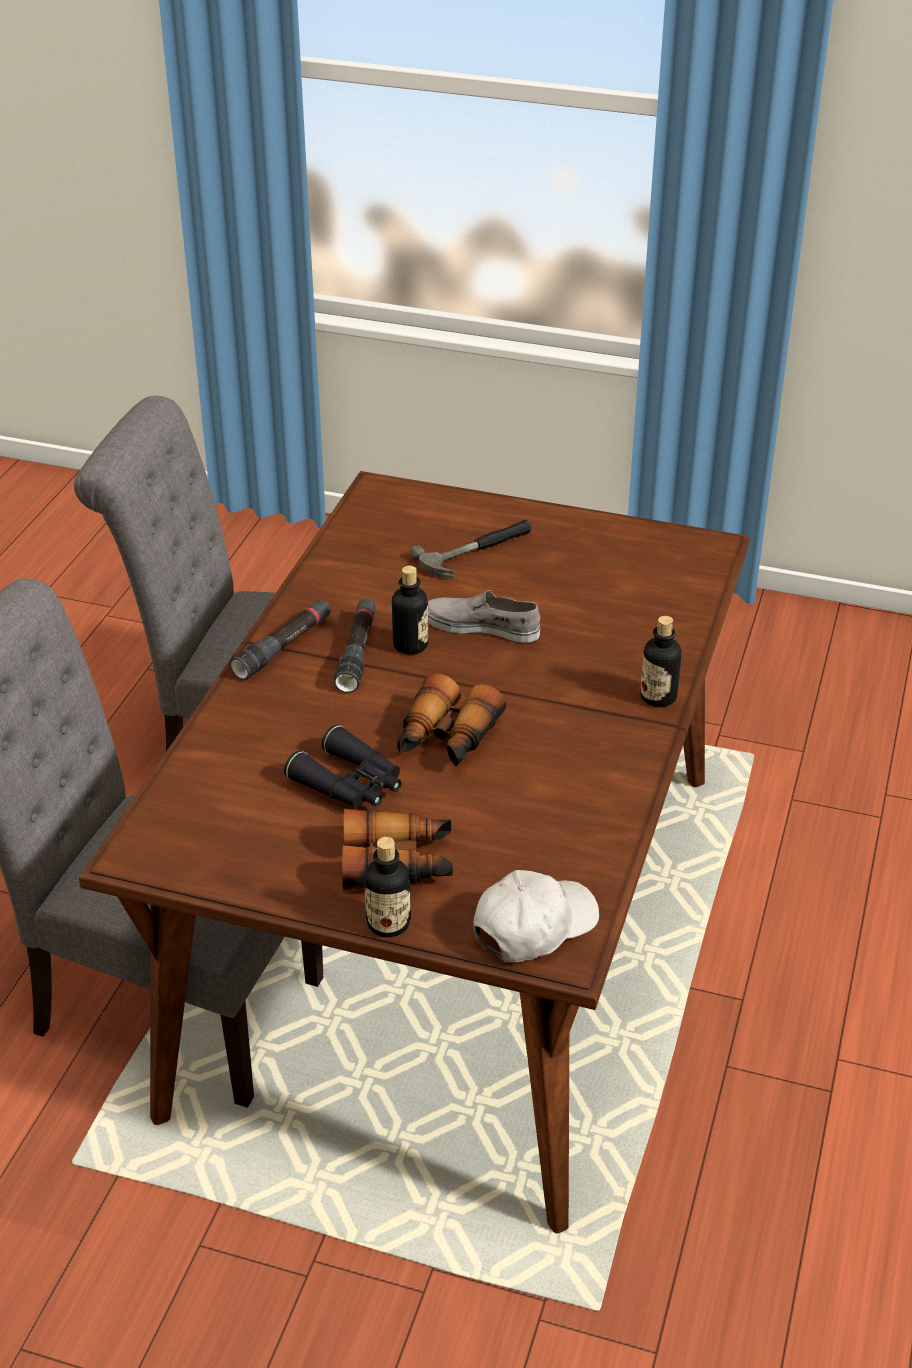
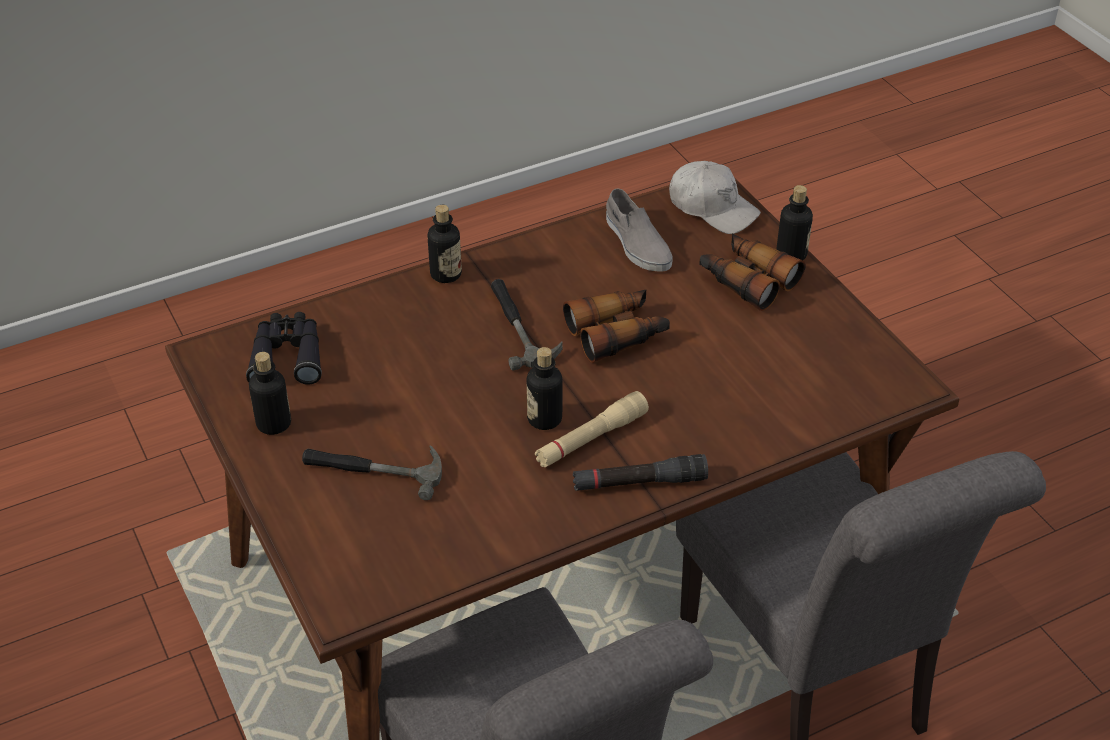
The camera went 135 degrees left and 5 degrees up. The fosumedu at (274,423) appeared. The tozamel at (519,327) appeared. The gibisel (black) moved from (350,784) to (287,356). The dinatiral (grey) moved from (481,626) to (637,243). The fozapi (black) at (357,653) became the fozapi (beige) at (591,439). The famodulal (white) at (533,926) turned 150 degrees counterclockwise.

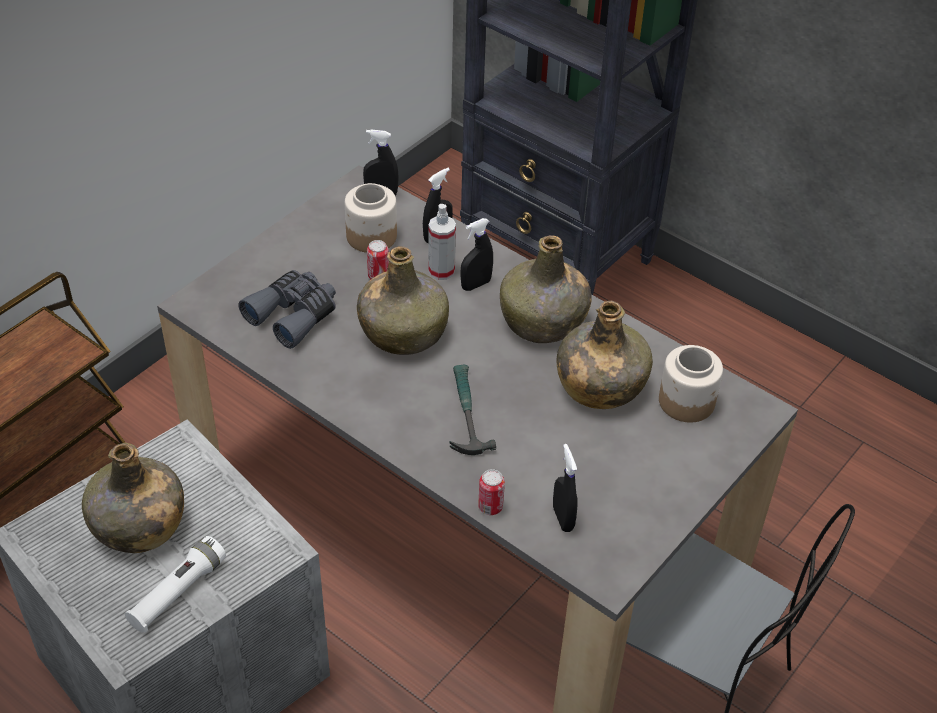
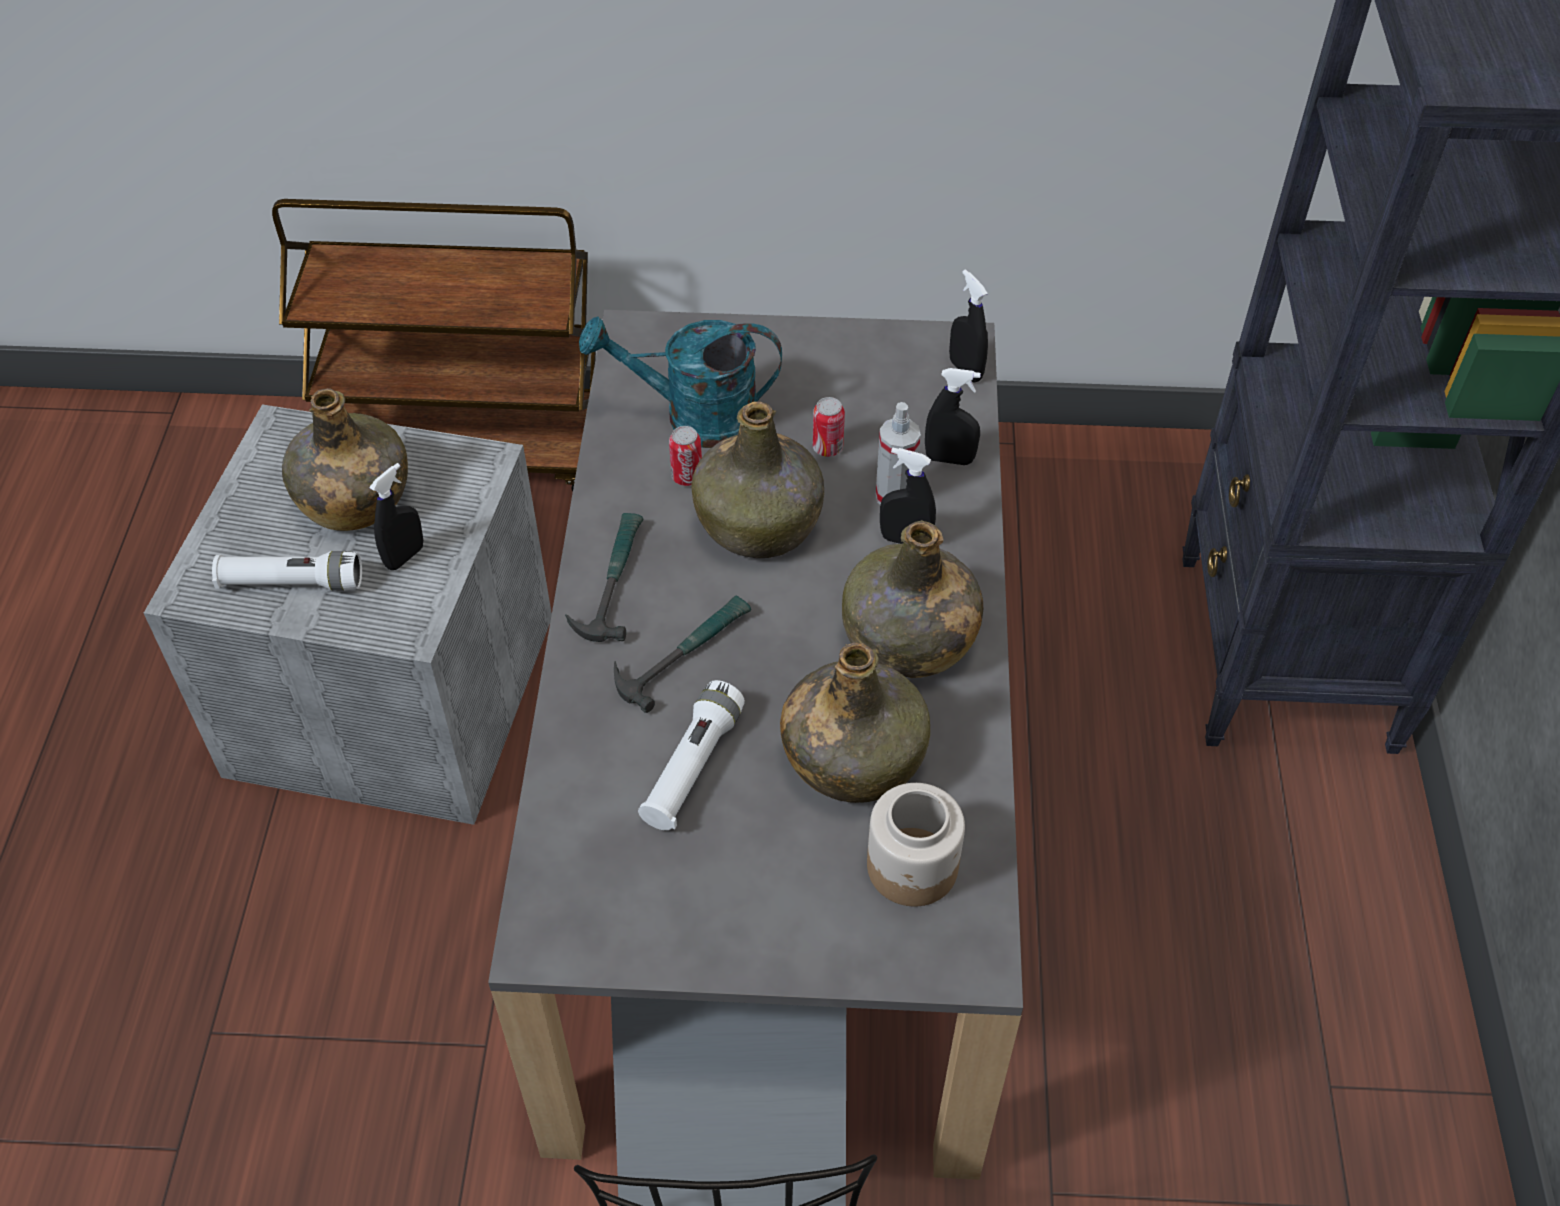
The camera went 55 degrees right and 5 degrees up. The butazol at (371,236) disappeared. The tozamel at (611,582) appeared. The fozapi (white) at (692,767) appeared. The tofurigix moved from (490,507) to (687,477). The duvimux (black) moved from (563,518) to (405,557). The gibisel (grey) at (294,315) was replaced by the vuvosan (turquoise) at (694,417).

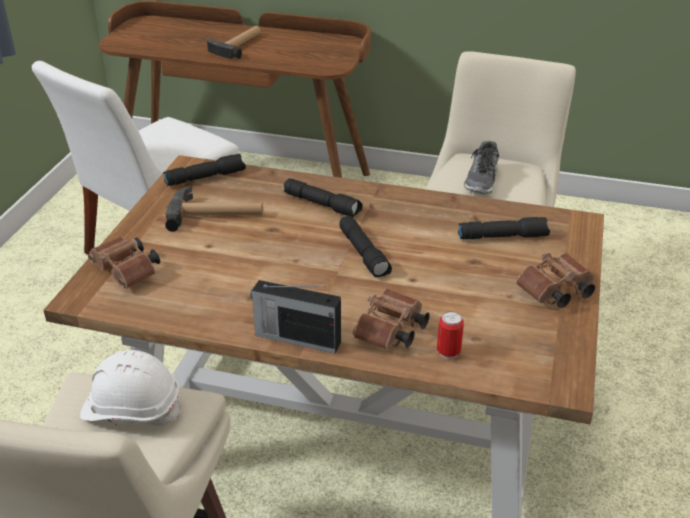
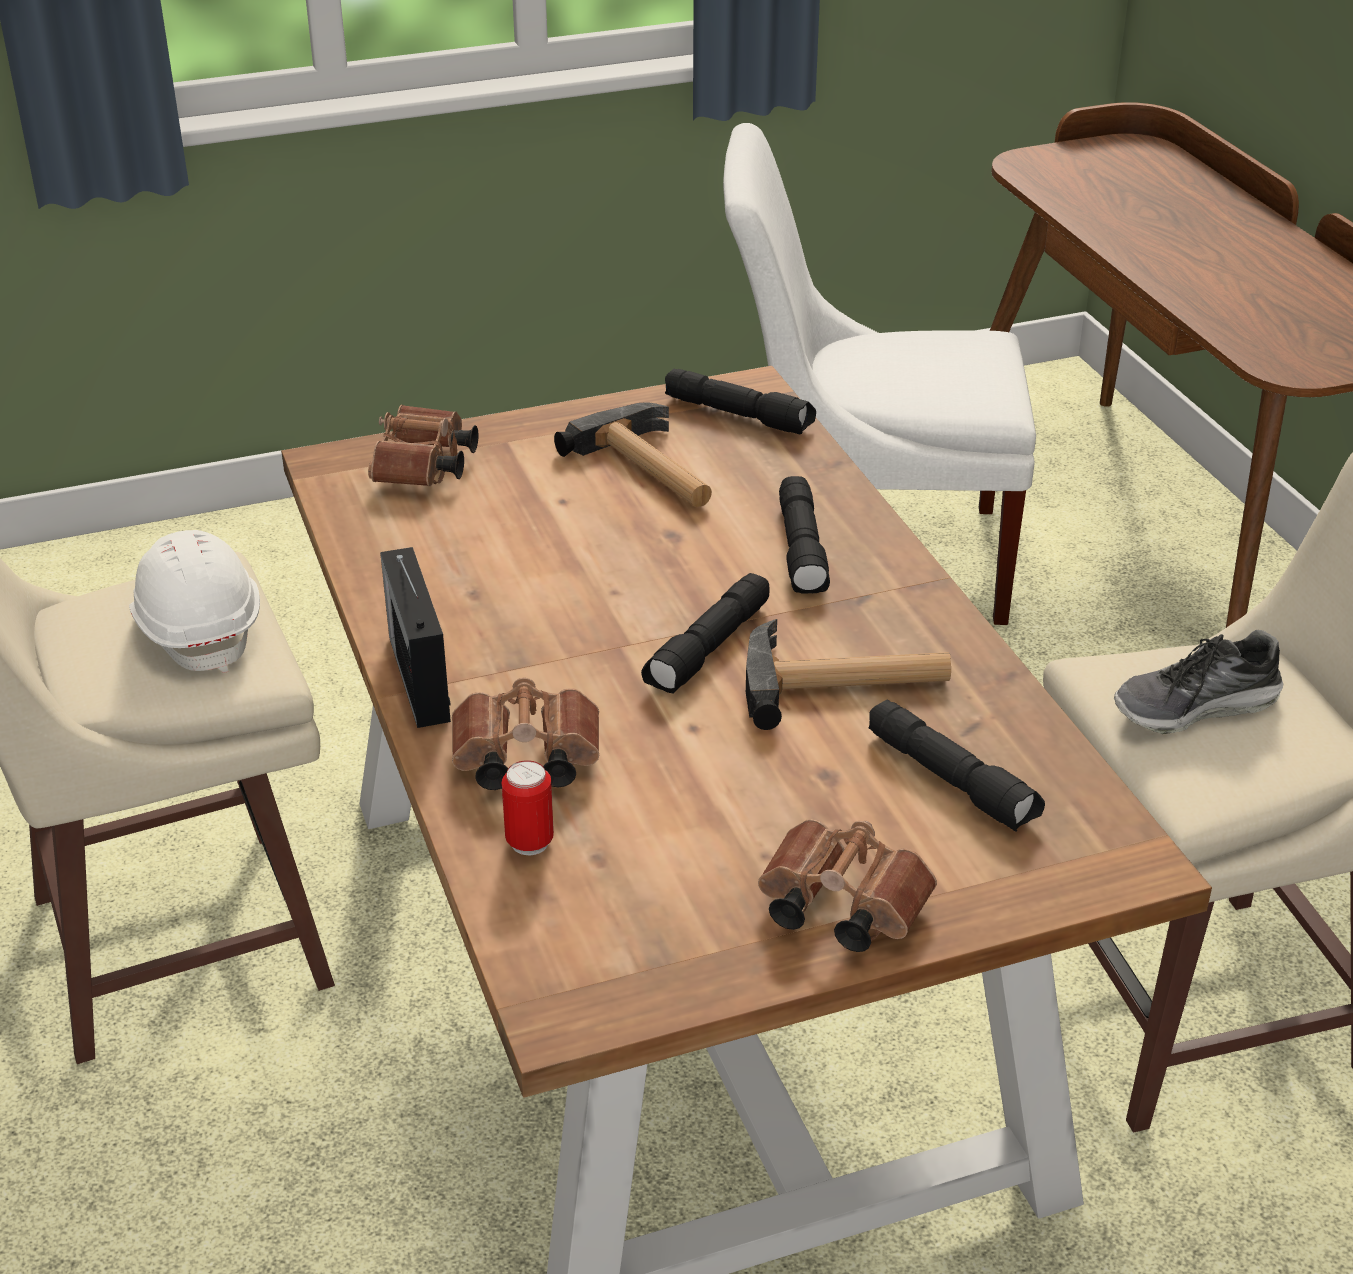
The camera went 55 degrees right and 0 degrees up. The tozamel moved from (238,45) to (846,683).

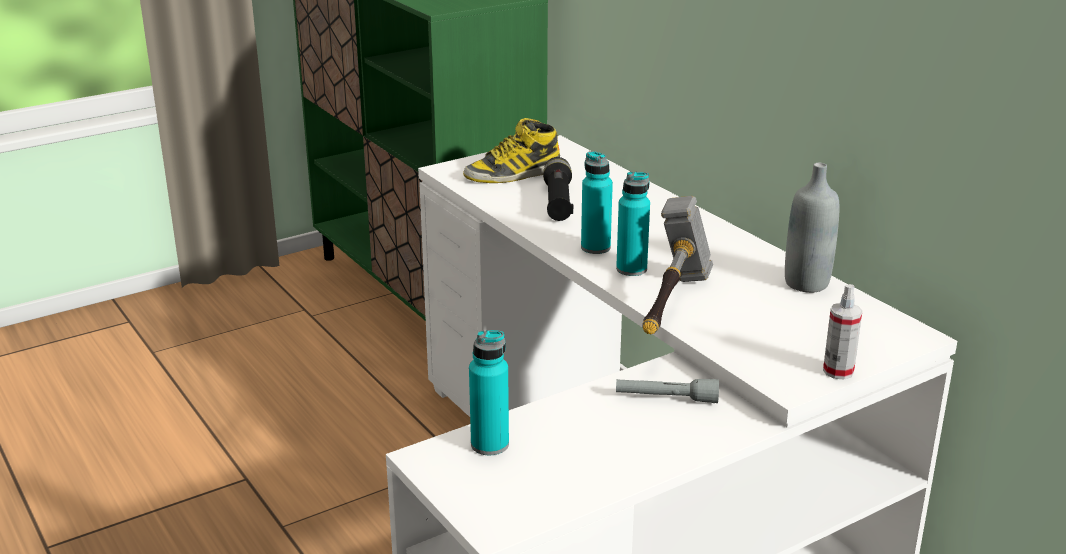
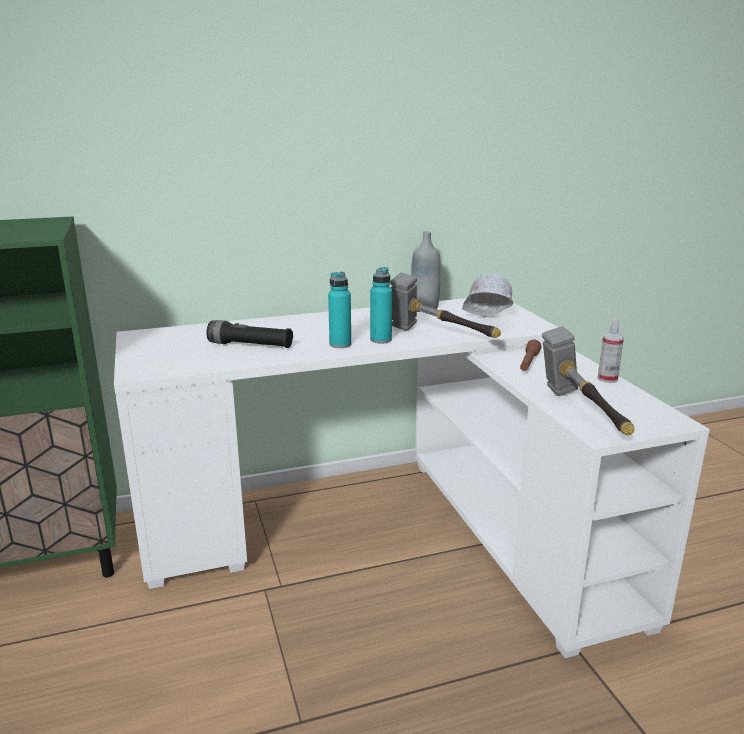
The camera went 75 degrees left and 5 degrees down. The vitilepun at (513,174) disappeared. The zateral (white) at (485,323) appeared. The duvimux moved from (838,371) to (607,379). The fosumedu (turquoise) at (490,444) was replaced by the tozamel at (582,414). The fozapi (grey) at (666,398) became the fozapi (brown) at (528,363).

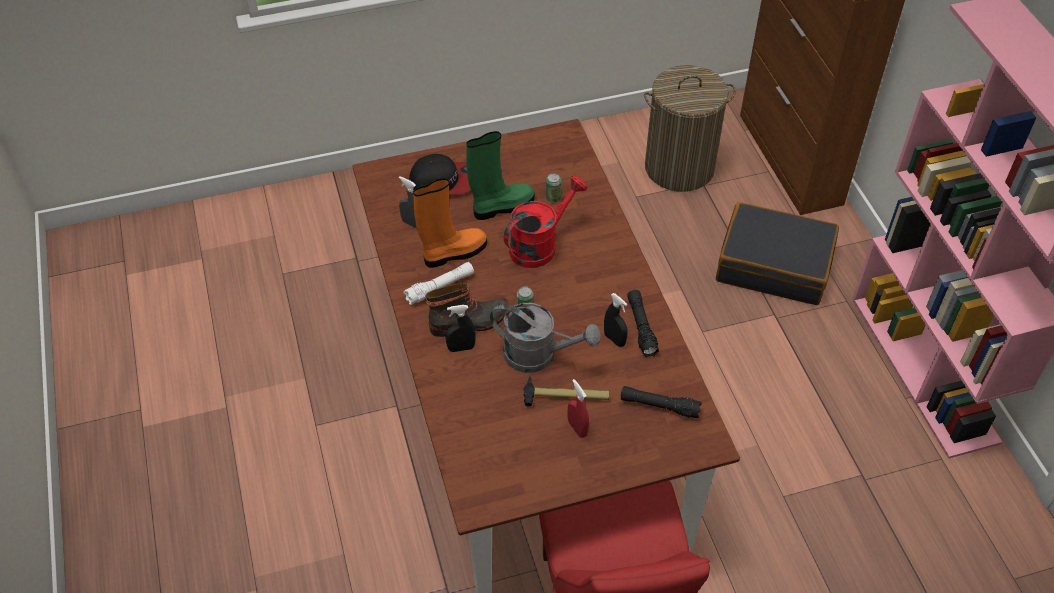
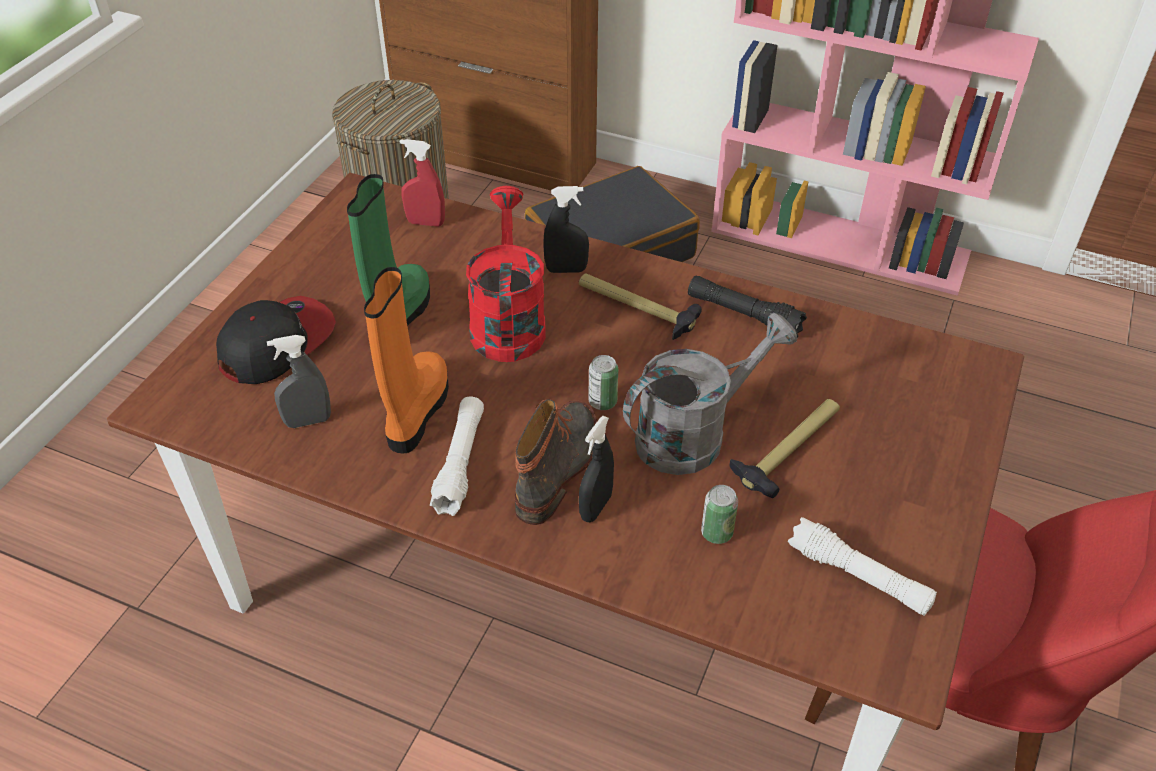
The camera went 50 degrees left and 5 degrees down. The fozapi (black) at (659,406) disappeared. The tozamel at (635,308) appeared. The fozapi (white) at (859,576) appeared. The tofurigix moved from (553,198) to (716,533). The duvimux (red) moved from (577,428) to (426,223). The duvimux (black) moved from (614,339) to (566,270).

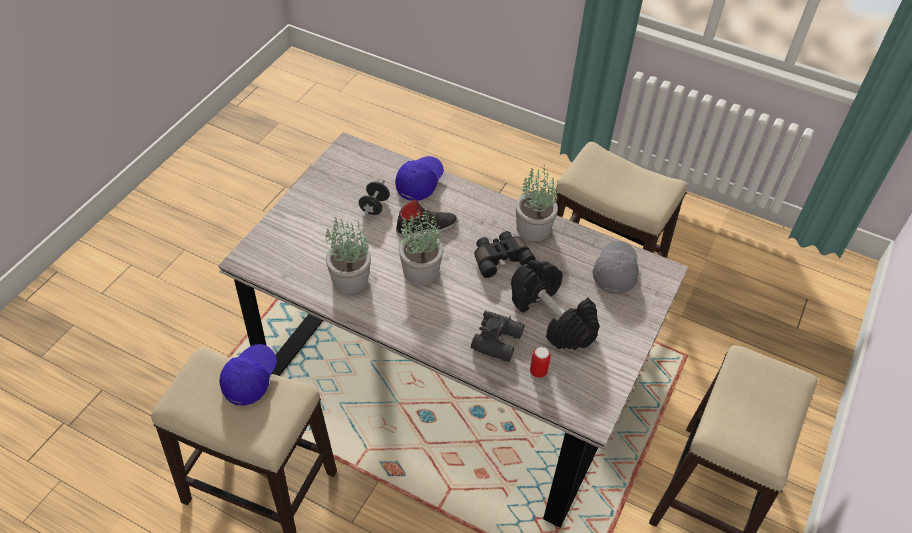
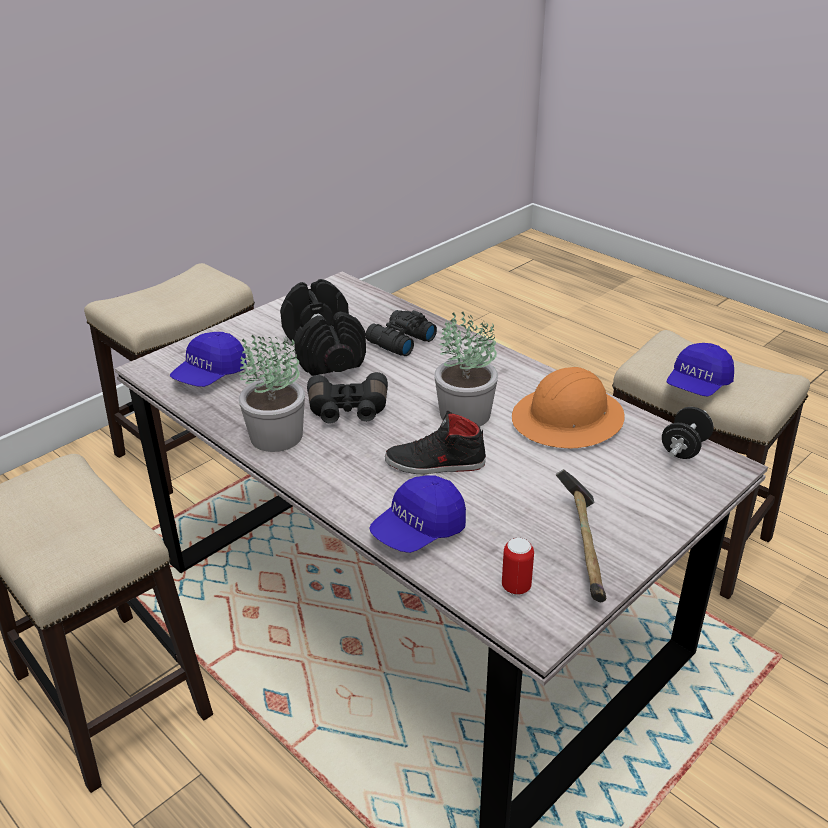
The camera went 160 degrees left and 15 degrees down. The tozamel at (584,548) appeared. The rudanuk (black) moved from (374,207) to (684,448). The tofurigix moved from (538,372) to (516,587). The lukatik at (349,279) was replaced by the zateral (orange) at (568,420). The famodulal (grey) at (615,272) became the famodulal (blue) at (210,375).

